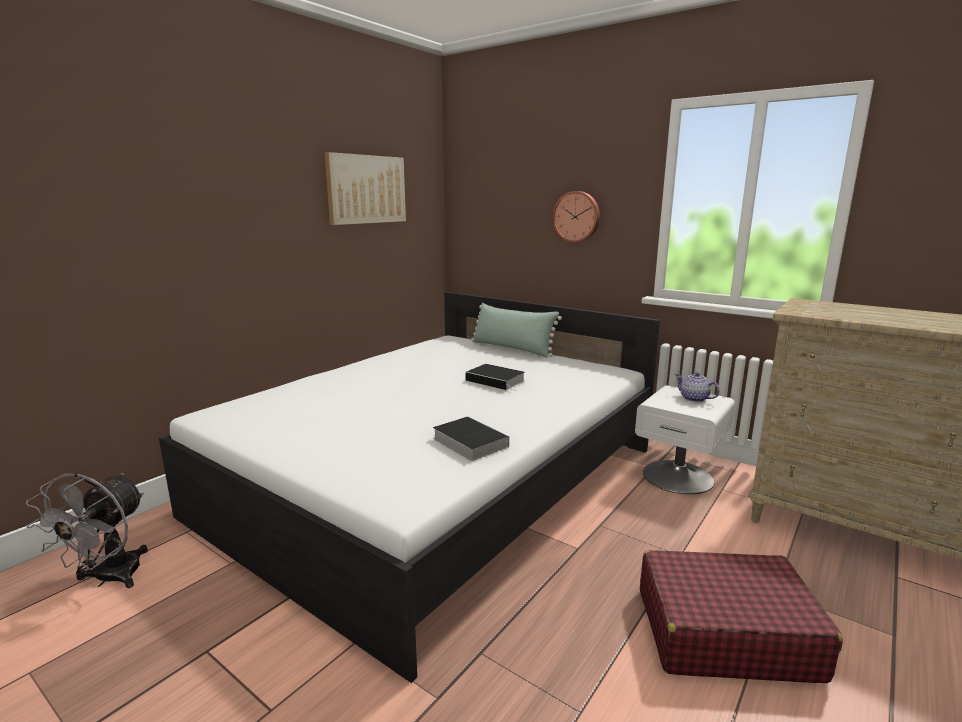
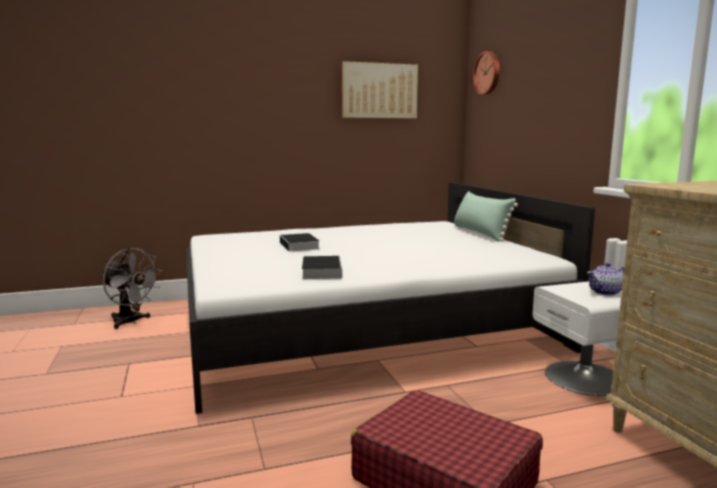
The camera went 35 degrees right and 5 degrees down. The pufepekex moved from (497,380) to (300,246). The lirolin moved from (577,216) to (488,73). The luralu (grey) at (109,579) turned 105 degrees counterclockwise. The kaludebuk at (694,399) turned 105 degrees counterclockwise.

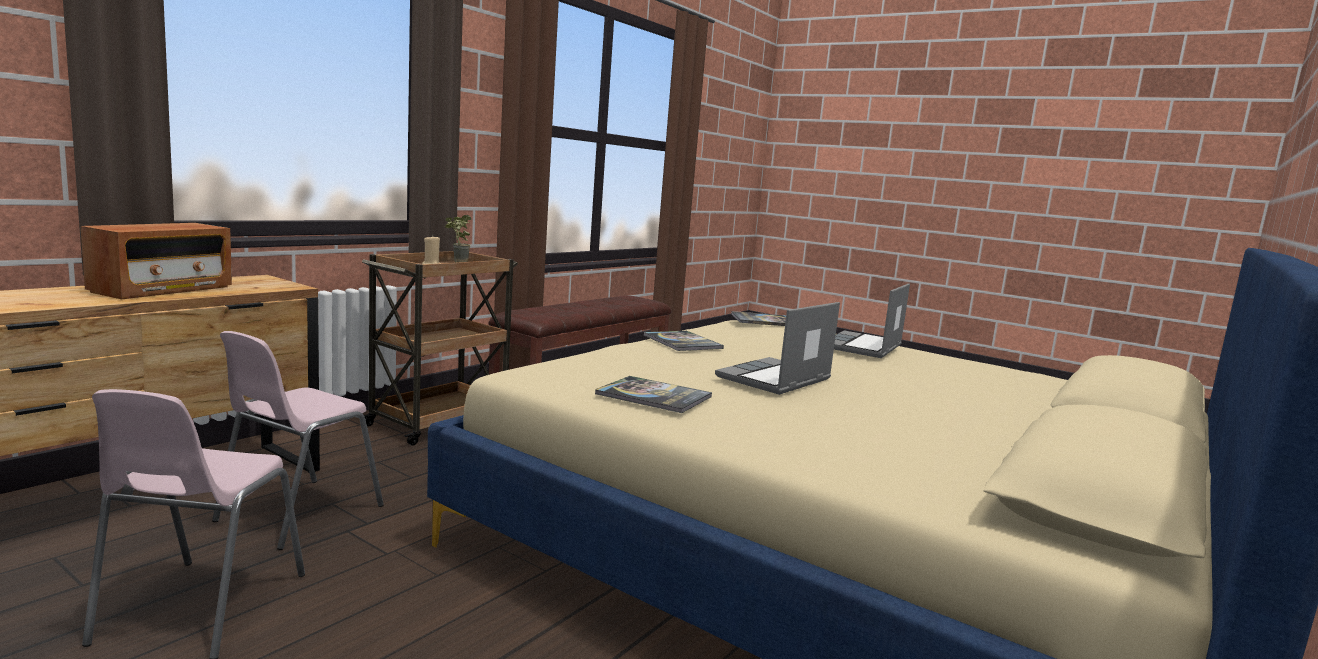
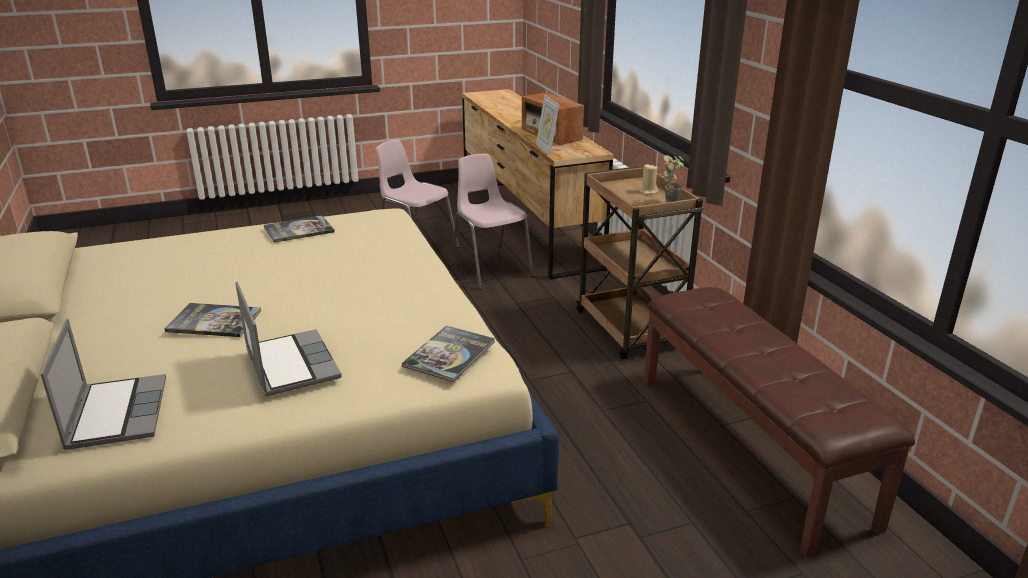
The camera went 125 degrees right and 15 degrees up. The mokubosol at (546,149) appeared. The pufepekex moved from (682,342) to (214,321). The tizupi moved from (774,379) to (116,413).

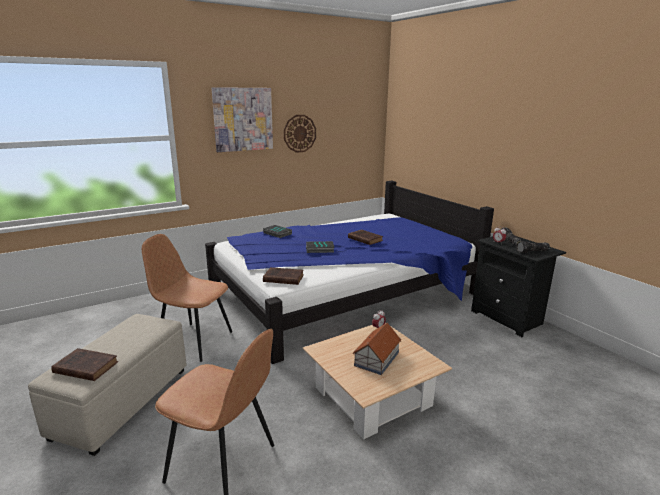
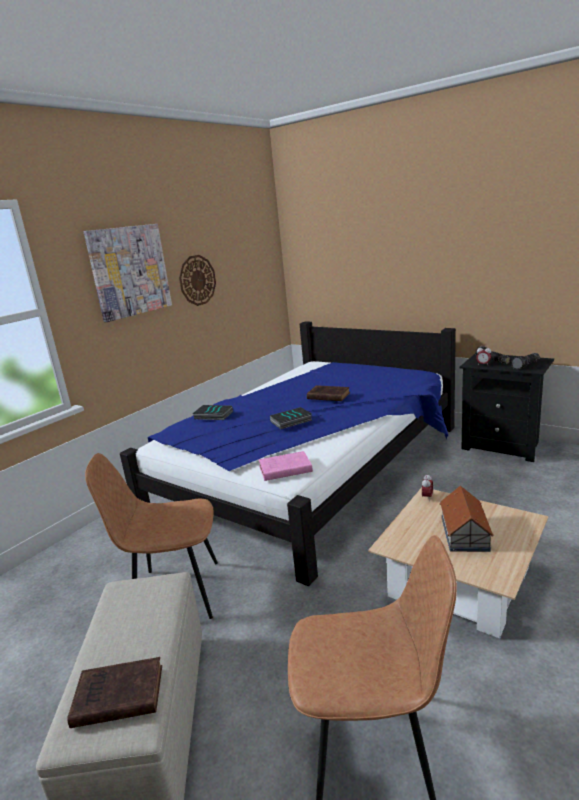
The camera went 20 degrees left and 0 degrees up. The pufepekex (brown) at (282,278) became the pufepekex (pink) at (283,469).

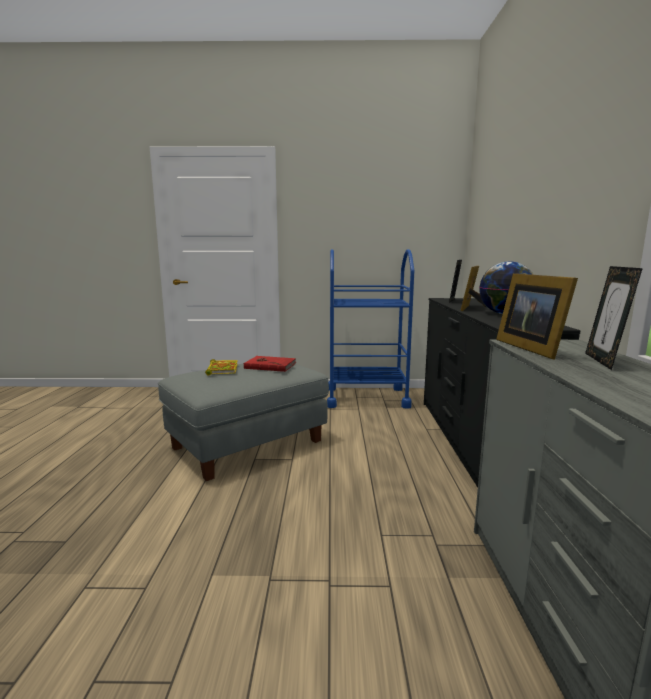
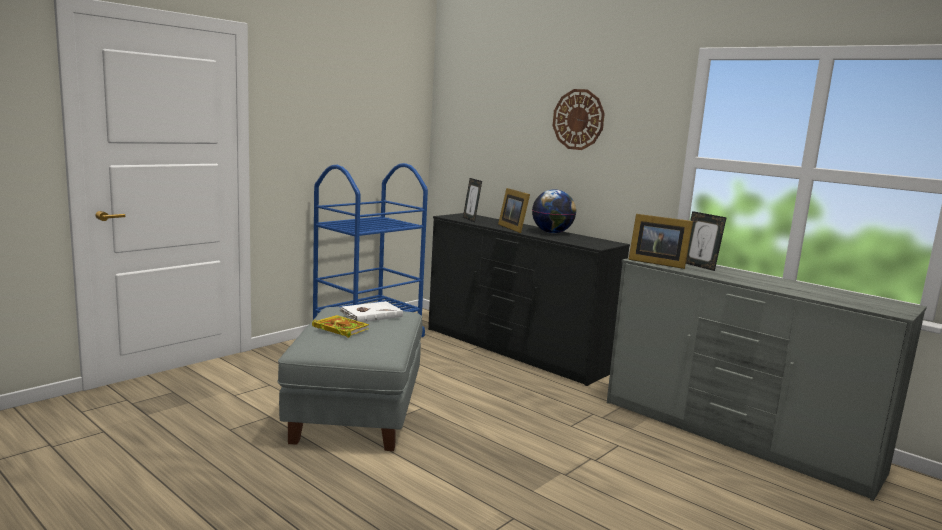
The camera went 50 degrees left and 0 degrees up. The lirolin at (578,119) appeared. The pufepekex (red) at (270,365) became the pufepekex (white) at (370,314).

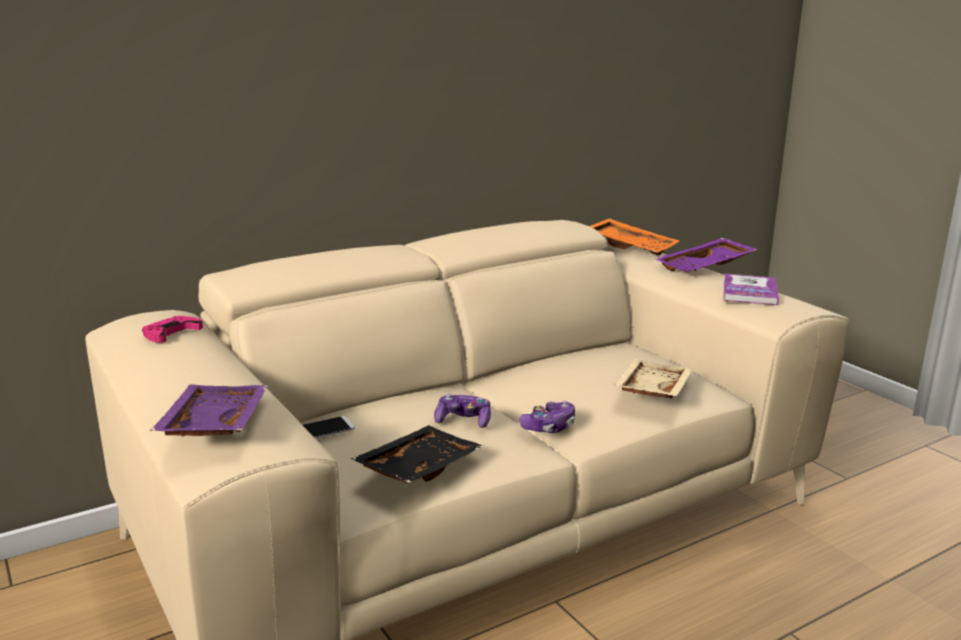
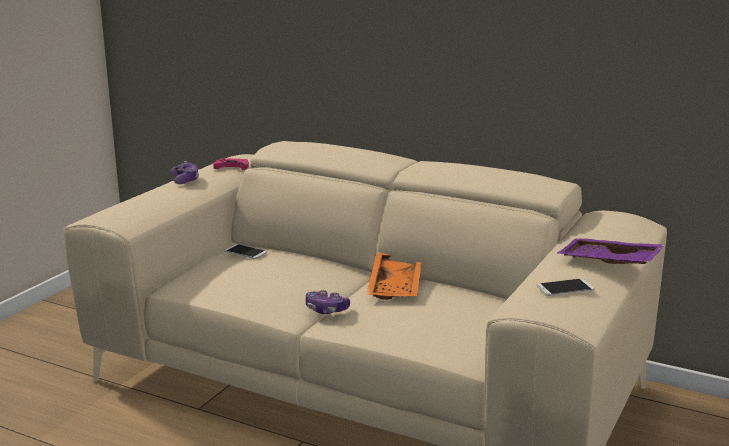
The camera went 60 degrees right and 0 degrees up. The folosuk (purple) at (212,426) disappeared. The folosuk (black) at (417,468) disappeared. The folosuk (beige) at (650,390) disappeared. The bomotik moved from (463,421) to (185,180). The folosuk (orange) moved from (632,246) to (397,285). The pufepekex at (749,292) was replaced by the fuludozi at (565,288).

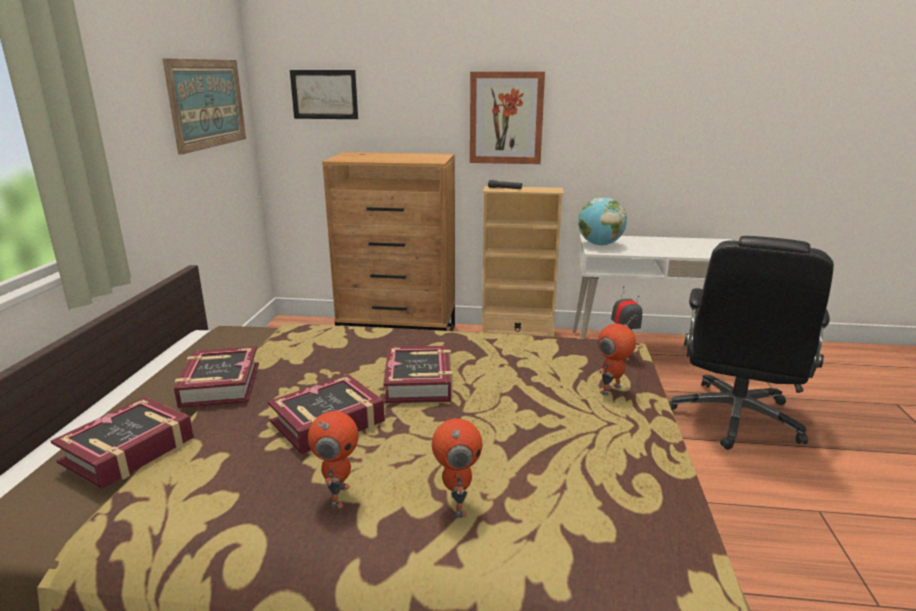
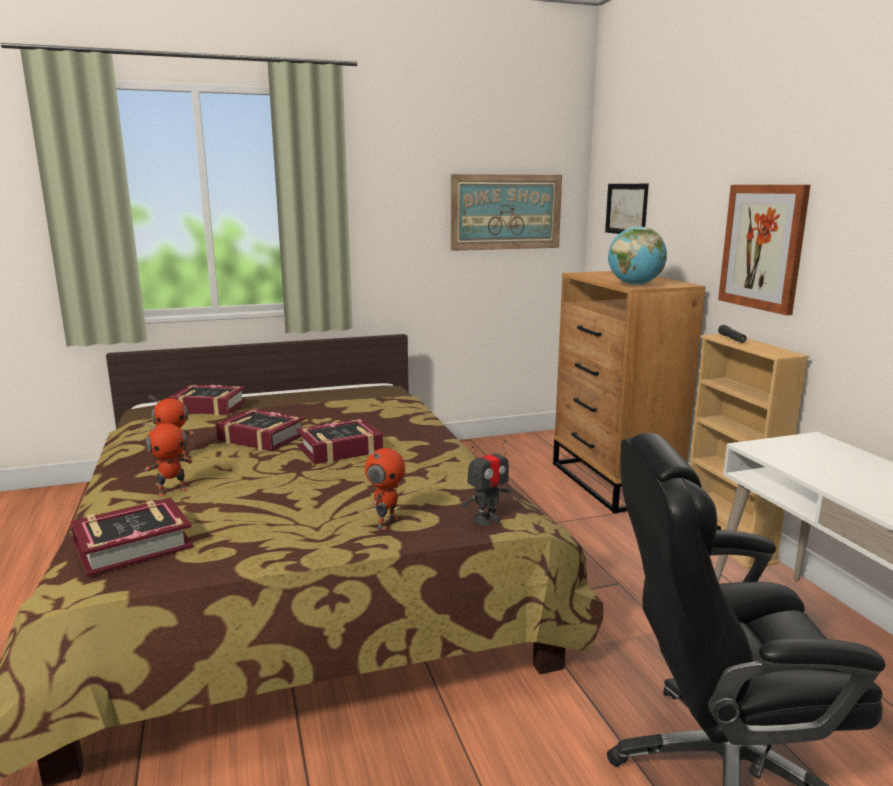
The camera went 65 degrees right and 5 degrees down. The pufepekex moved from (219,385) to (133,545). The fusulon moved from (599,244) to (635,284). The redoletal at (611,390) turned 90 degrees clockwise.

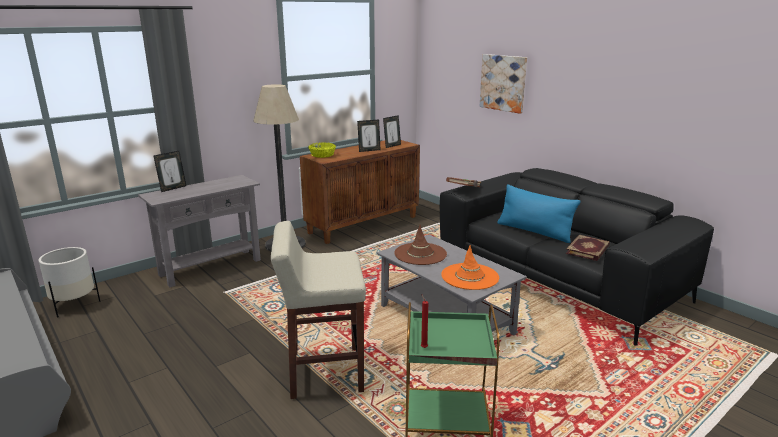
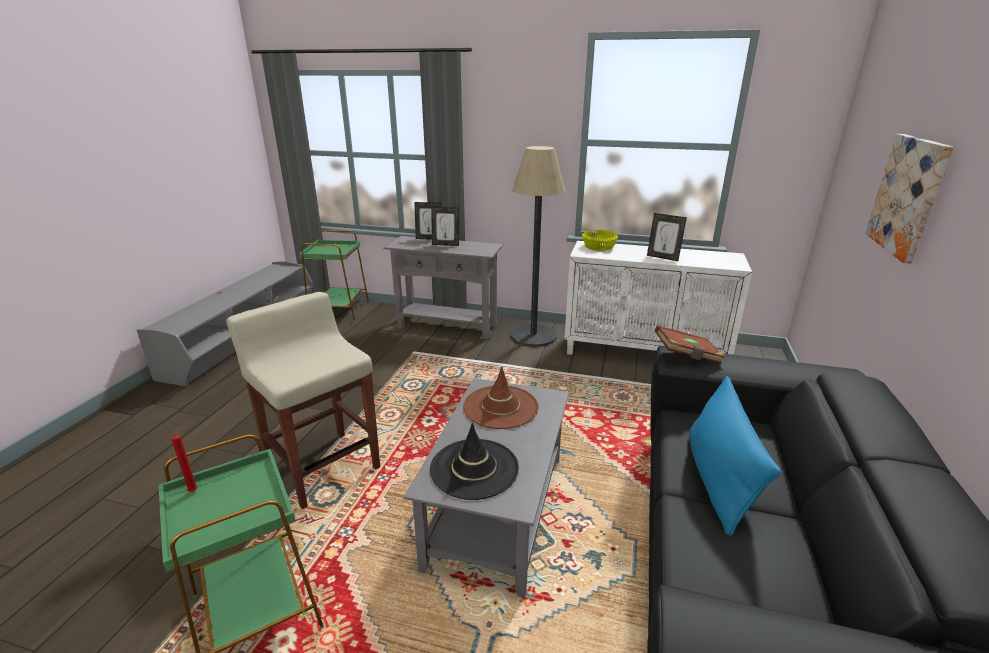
The camera went 55 degrees right and 5 degrees up. The pufepekex at (588,250) disappeared. The mokubosol moved from (392,146) to (446,244). The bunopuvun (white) at (74,305) was replaced by the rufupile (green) at (339,311). The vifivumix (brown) at (363,224) became the vifivumix (white) at (644,352). The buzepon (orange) at (470,277) became the buzepon (black) at (474,468).

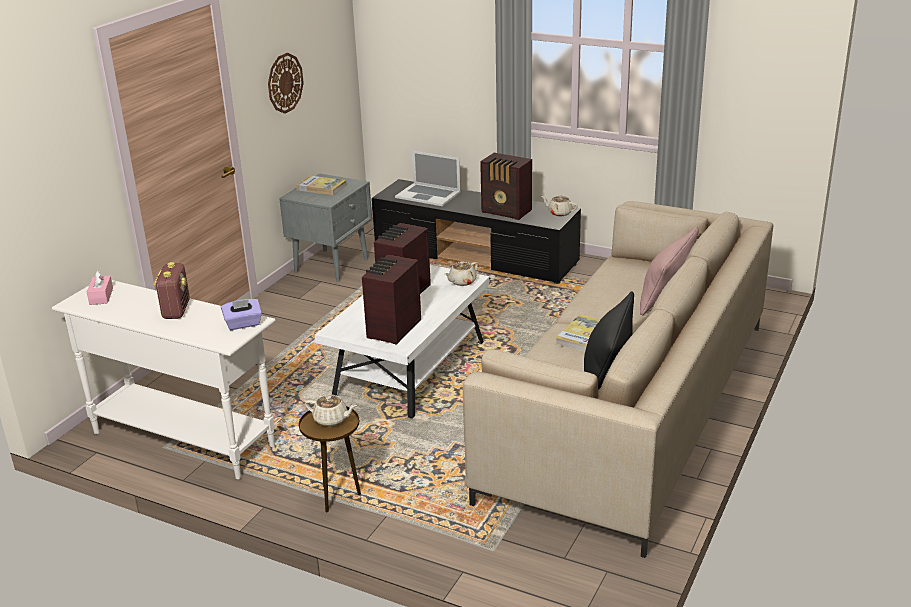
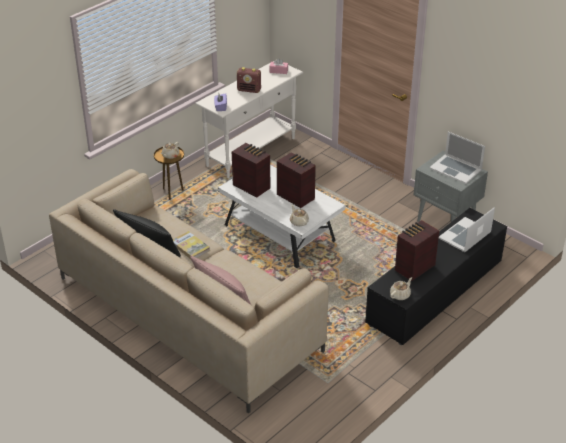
The camera went 105 degrees right and 10 degrees up. The lirolin at (285,83) disappeared. The pufepekex at (321,187) was replaced by the tizupi at (455,169).

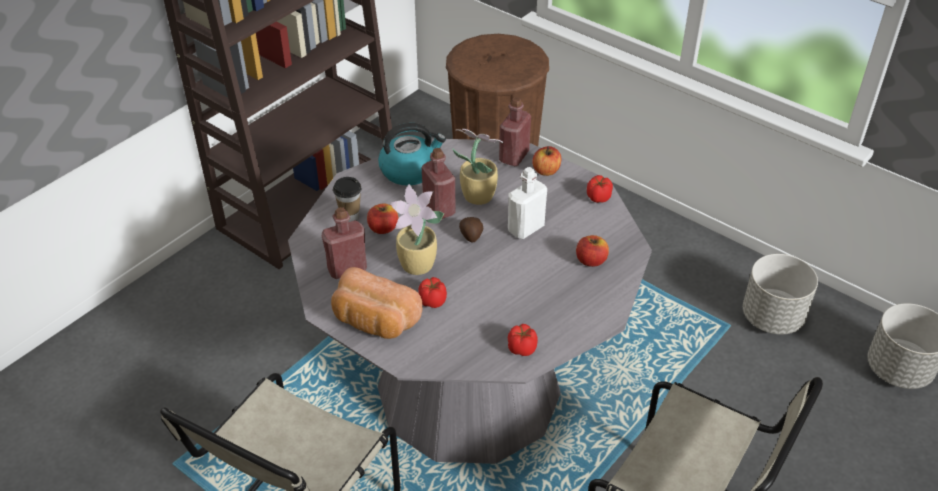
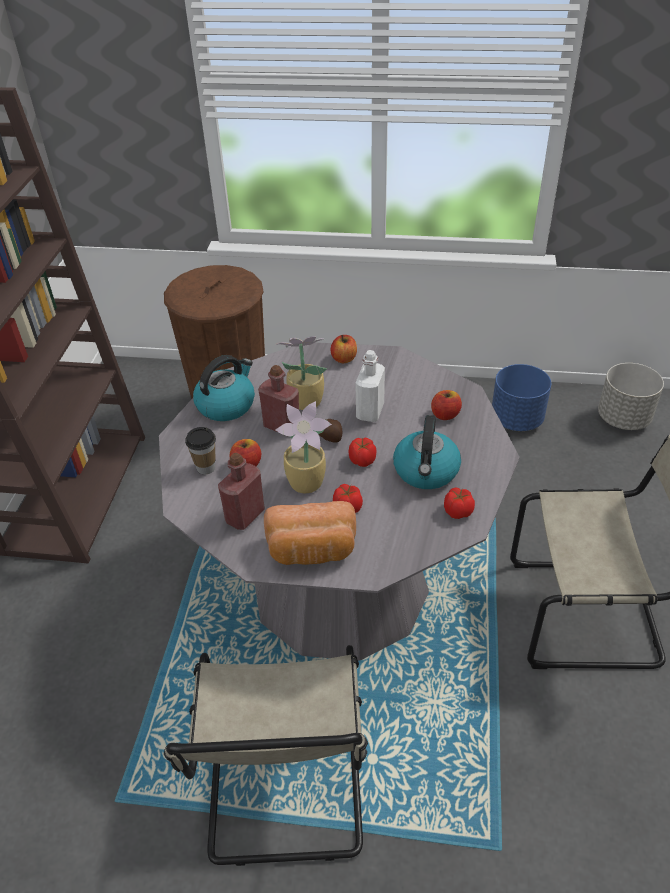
The camera went 30 degrees left and 0 degrees up. The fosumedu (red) at (514,156) disappeared. The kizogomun at (426,471) appeared. The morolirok moved from (598,198) to (362,461). The bunopuvun (grey) at (771,317) became the bunopuvun (blue) at (516,420).

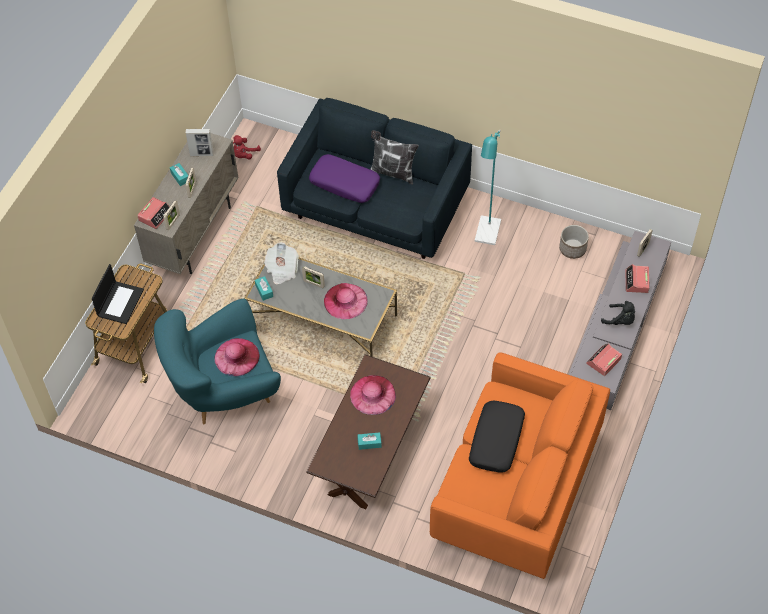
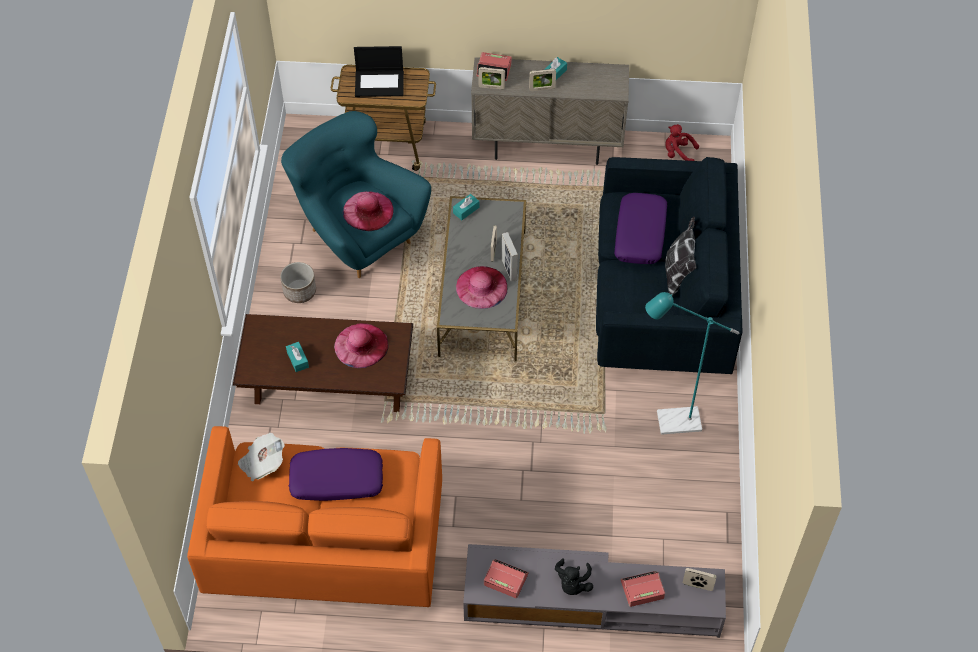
The camera went 70 degrees right and 0 degrees up. The mokubosol moved from (202,154) to (509,270). The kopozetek moved from (282,269) to (262,463). The bunopuvun moved from (572,249) to (299,291). The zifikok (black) at (497,441) became the zifikok (purple) at (336,480).

